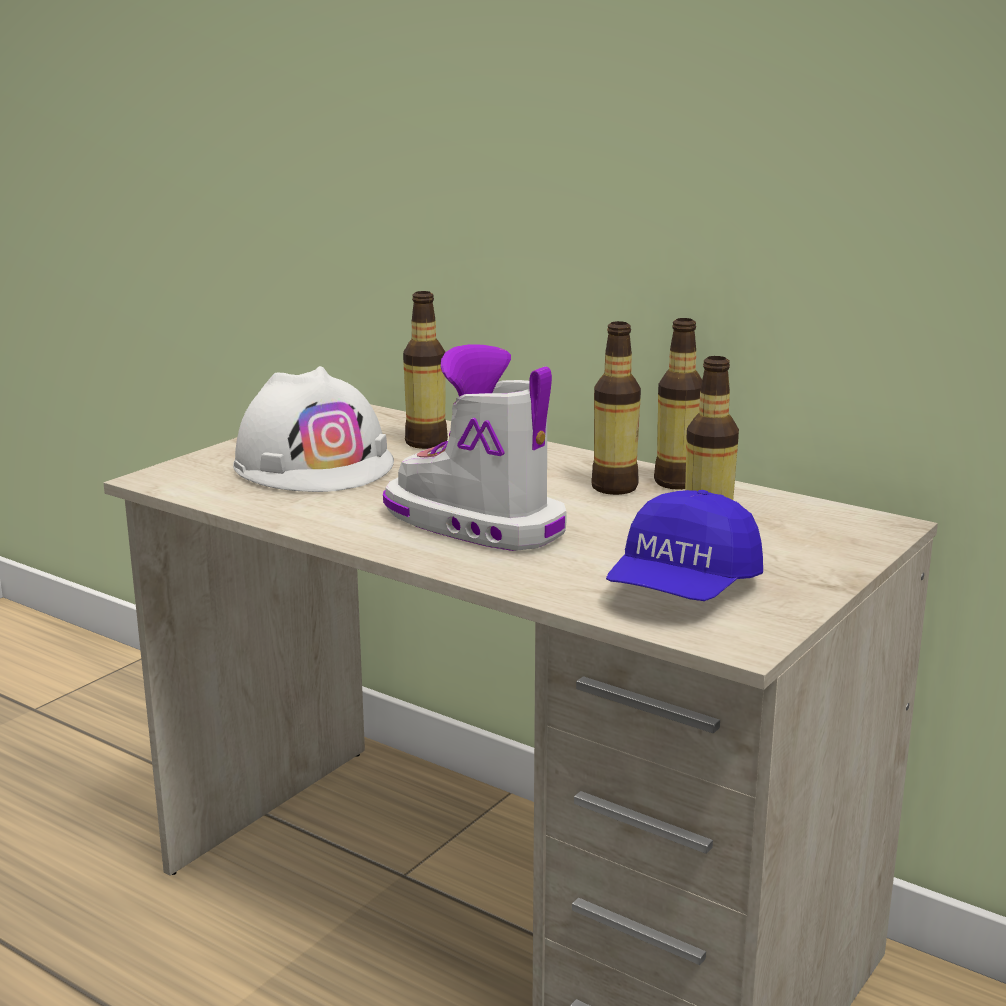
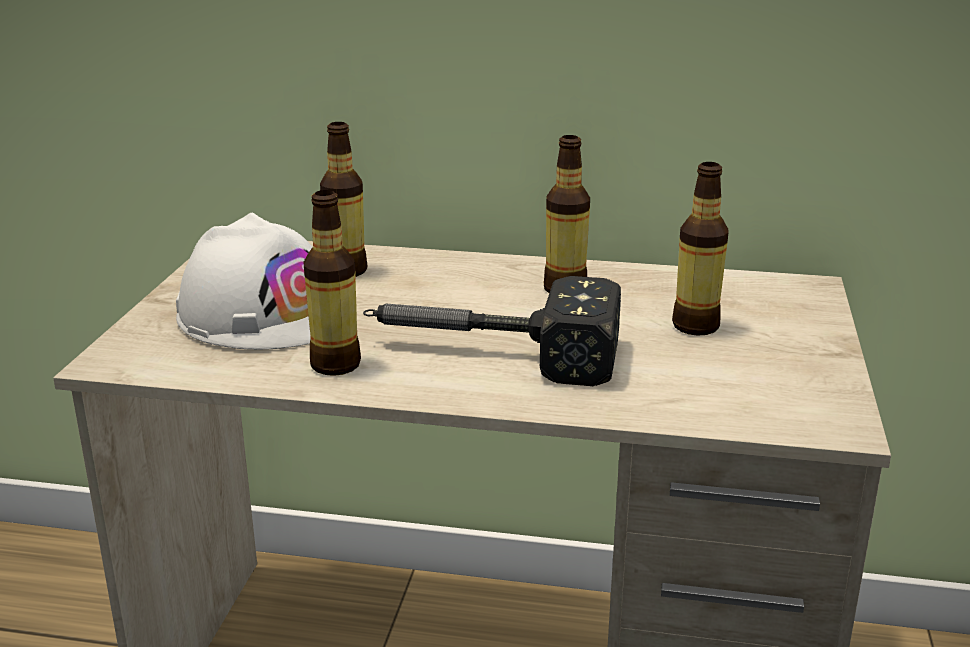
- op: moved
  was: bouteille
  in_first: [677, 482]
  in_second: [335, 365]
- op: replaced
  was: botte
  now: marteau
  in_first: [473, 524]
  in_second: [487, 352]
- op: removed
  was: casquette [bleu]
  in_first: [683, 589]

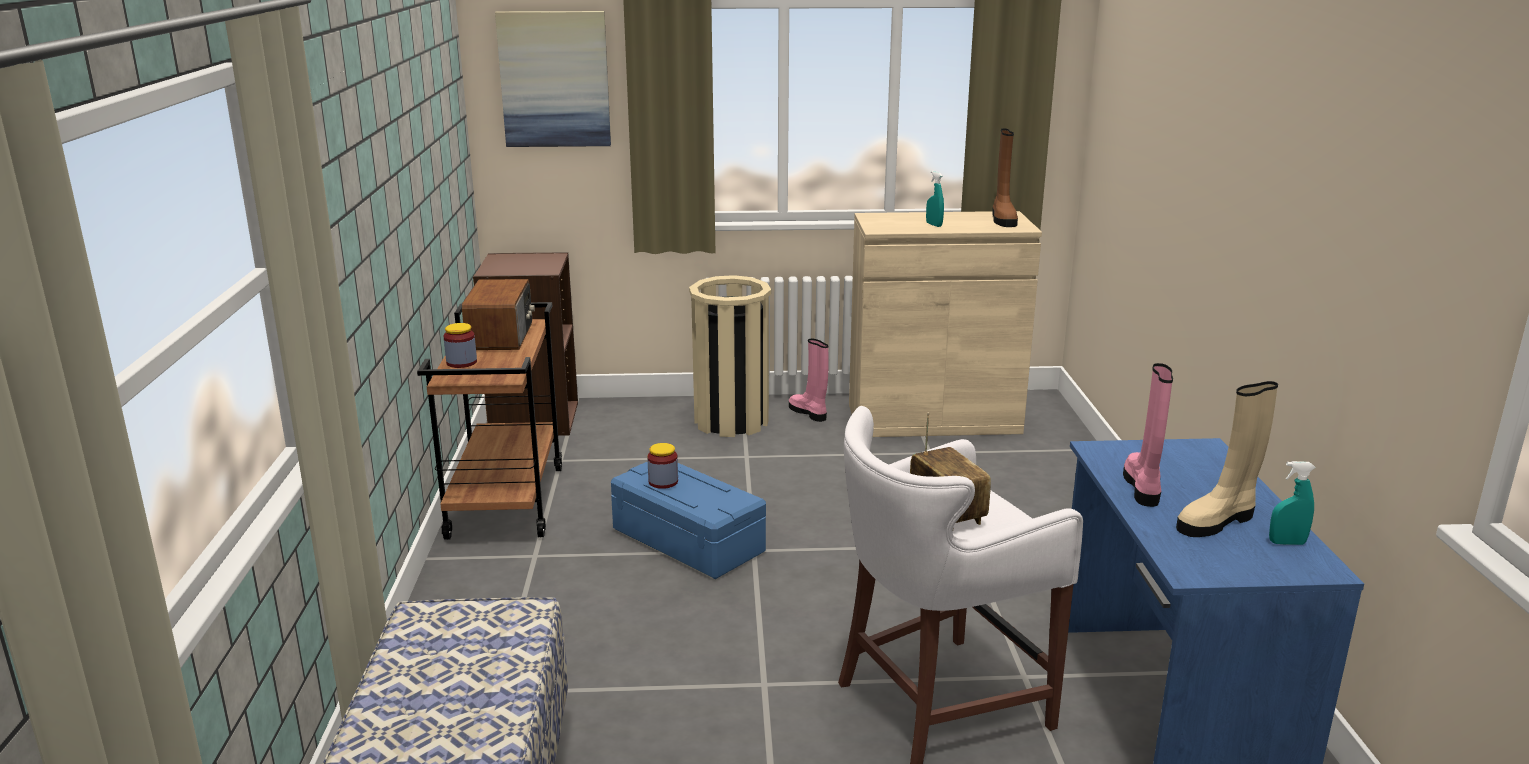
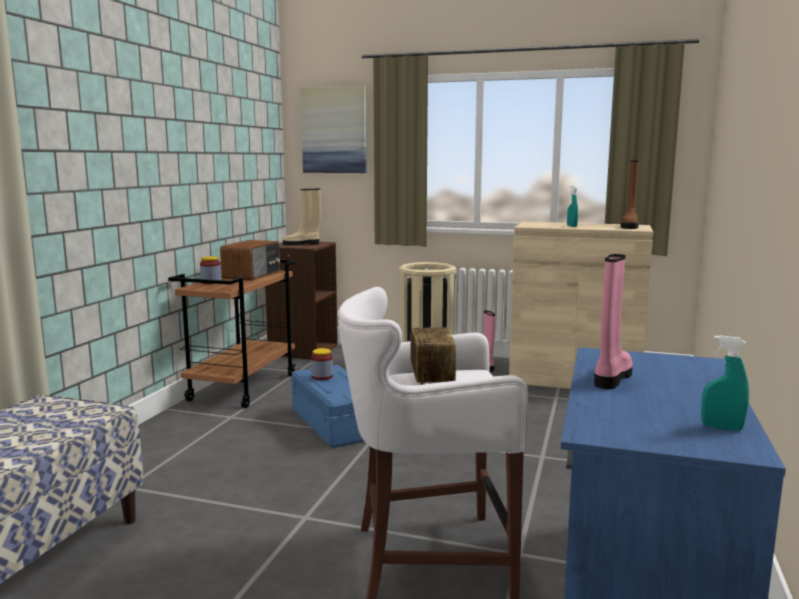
- op: moved
  was: botte [beige]
  in_first: [1217, 521]
  in_second: [302, 244]

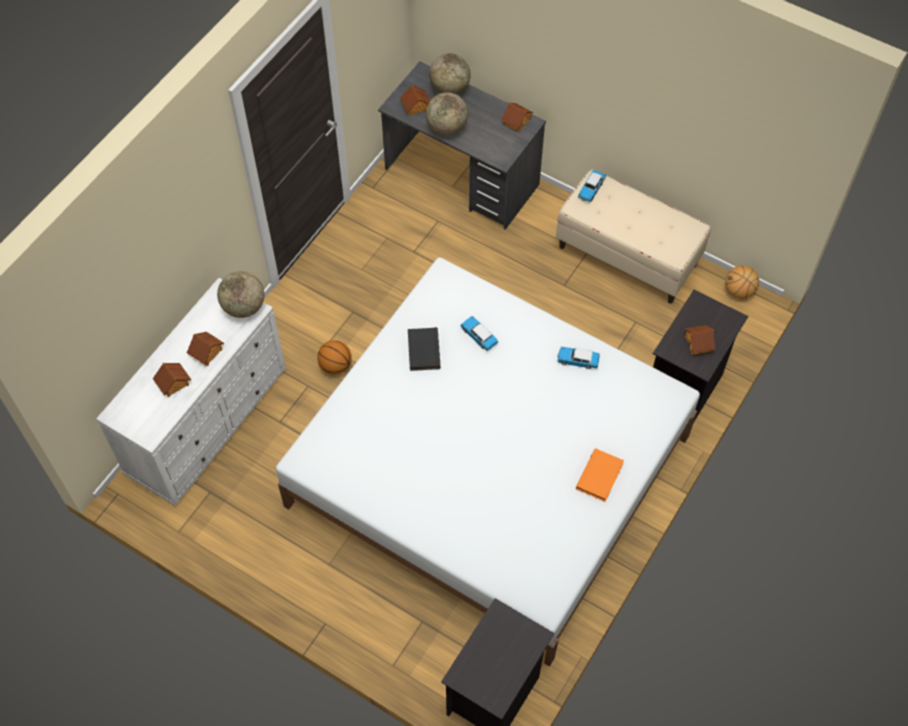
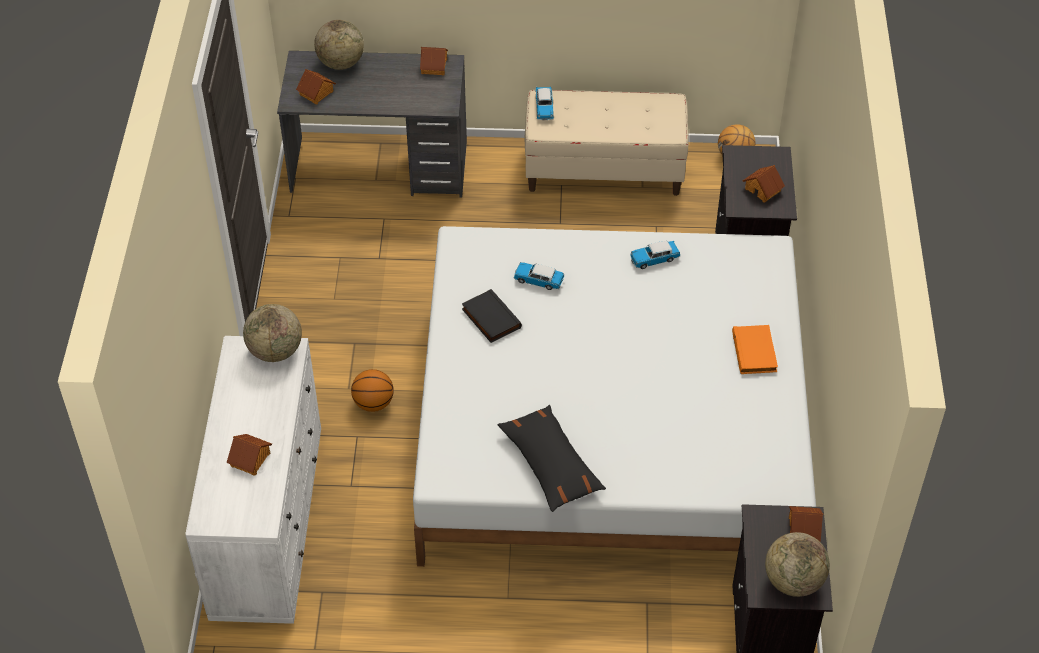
- op: moved
  was: globe
  in_first: [447, 127]
  in_second: [793, 581]
- op: moved
  was: maison miniature
  in_first: [206, 352]
  in_second: [804, 530]
- op: added
  now: coussin [noir]
  in_second: [550, 464]

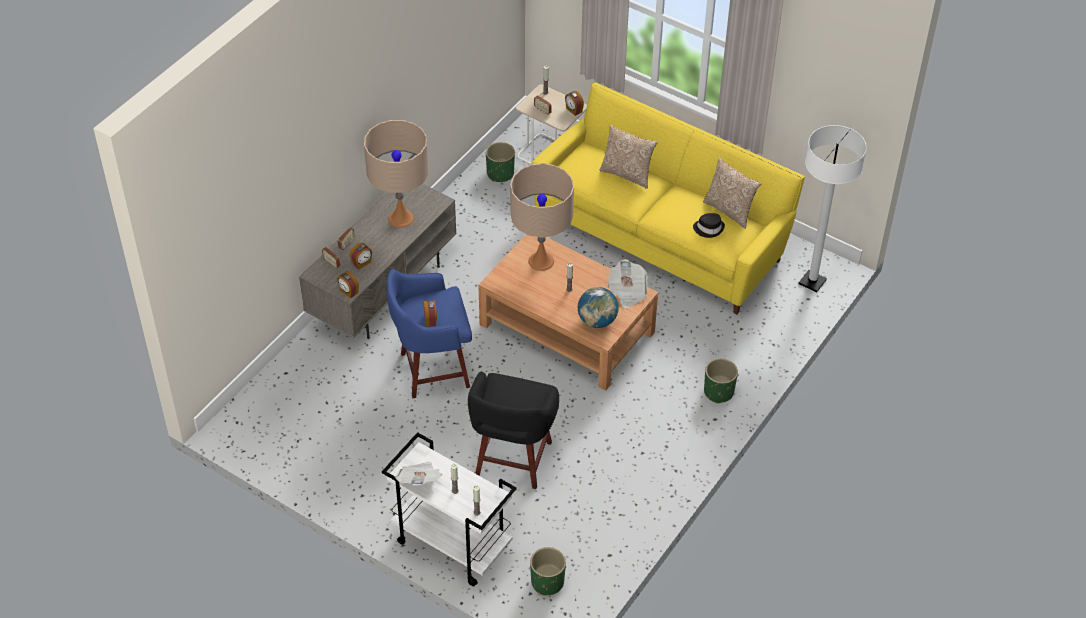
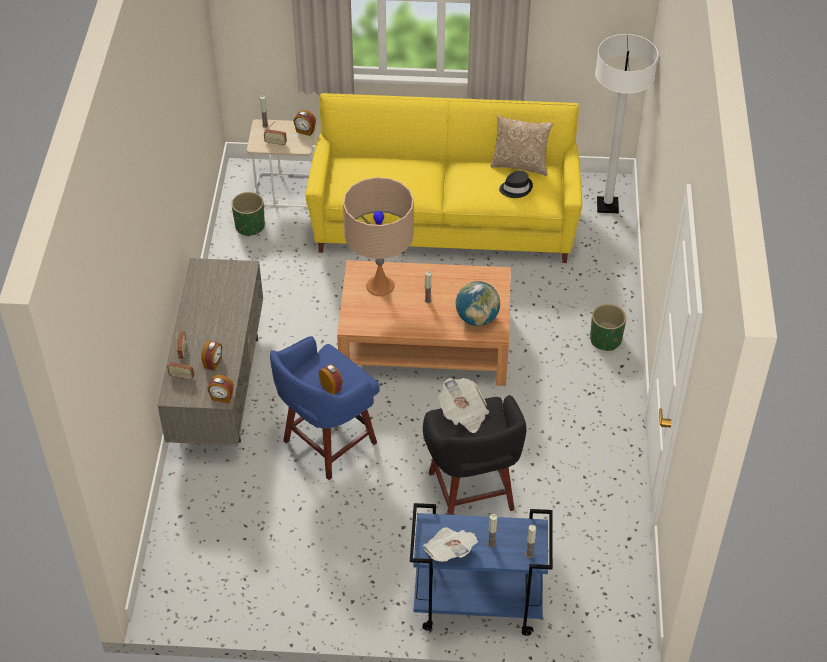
- op: removed
  was: lampe de table [beige]
  in_first: [401, 218]
- op: removed
  was: coussin
  in_first: [627, 174]
- op: moved
  was: journal
  in_first: [627, 292]
  in_second: [463, 413]
- op: recoloured
  was: chariot [blanc]
  now: chariot [bleu]
  in_first: [451, 544]
  in_second: [476, 605]
- op: removed
  was: cache-pot [vert]
  in_first: [547, 582]

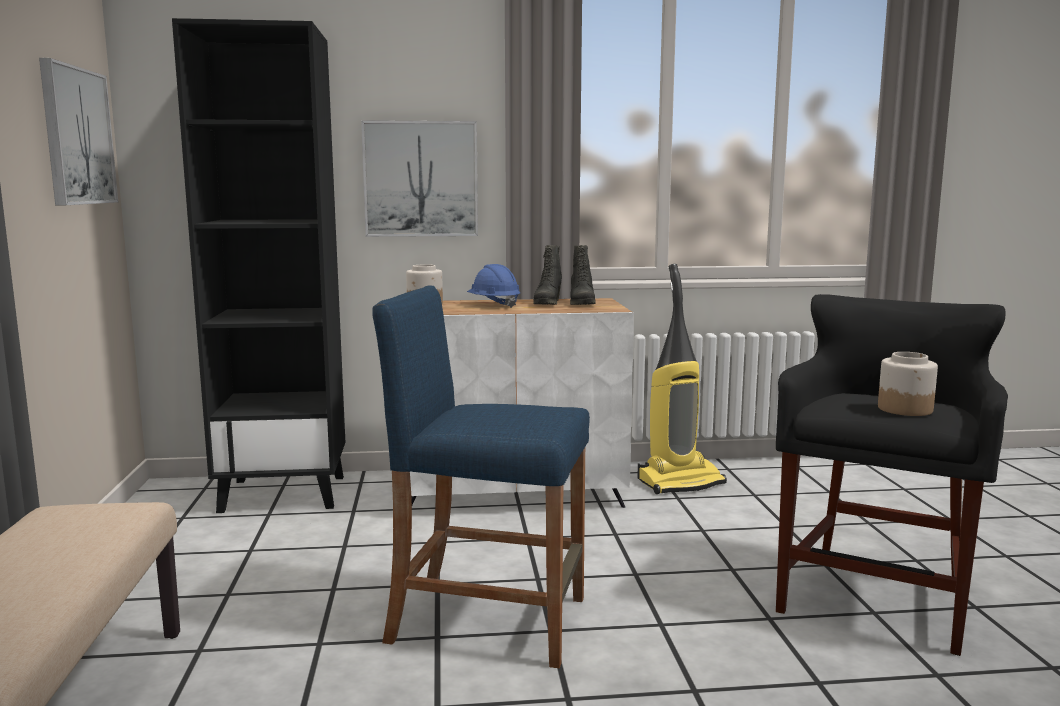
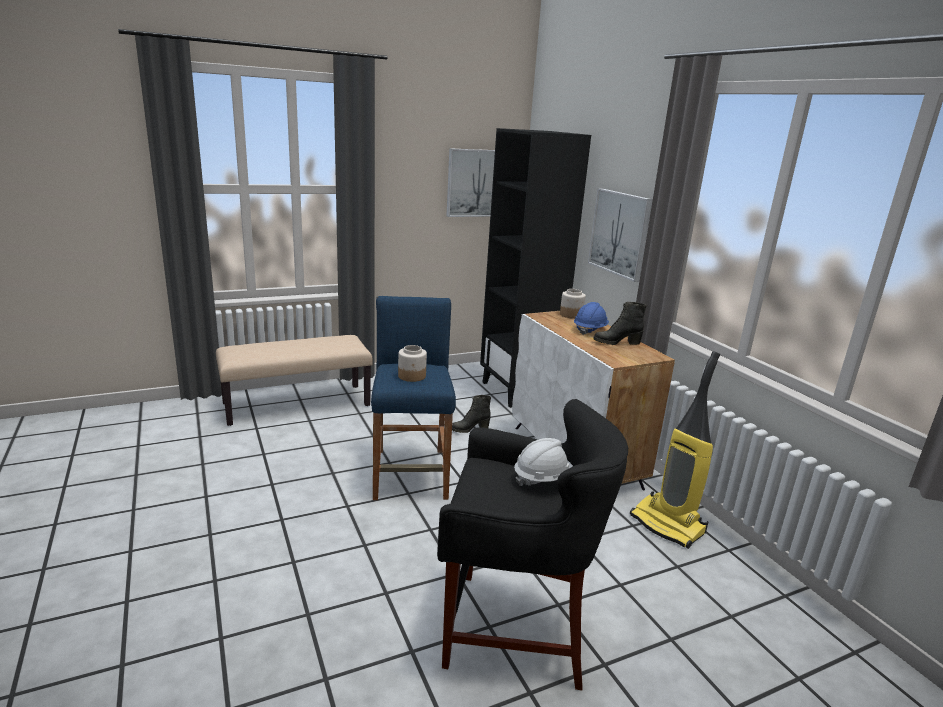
- op: moved
  was: botte [noir]
  in_first: [581, 303]
  in_second: [470, 429]
- op: moved
  was: bocal
  in_first: [905, 409]
  in_second: [412, 376]
- op: added
  now: casque de chantier [blanc]
  in_second: [543, 478]

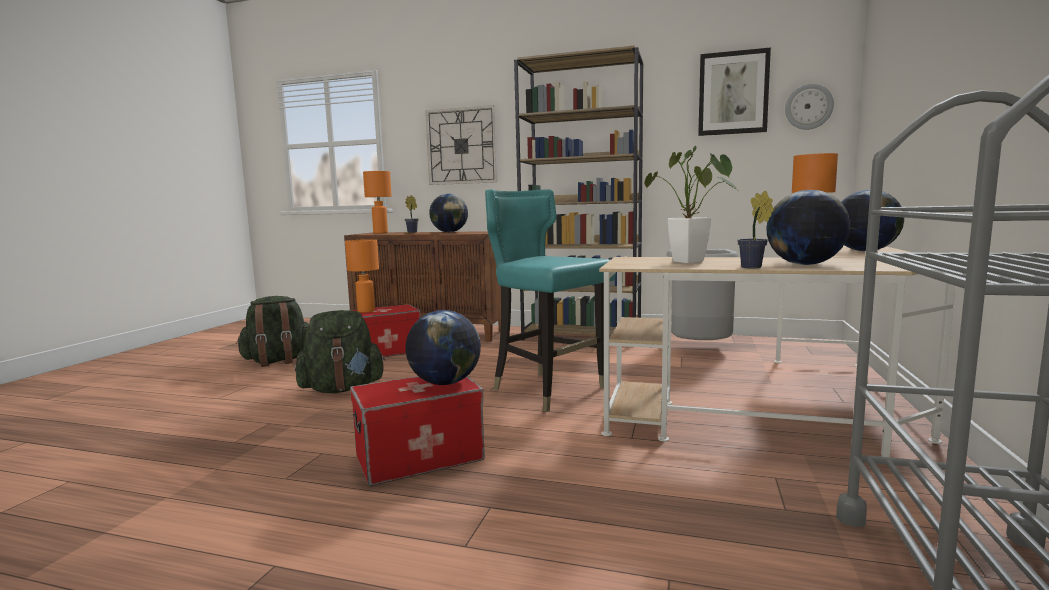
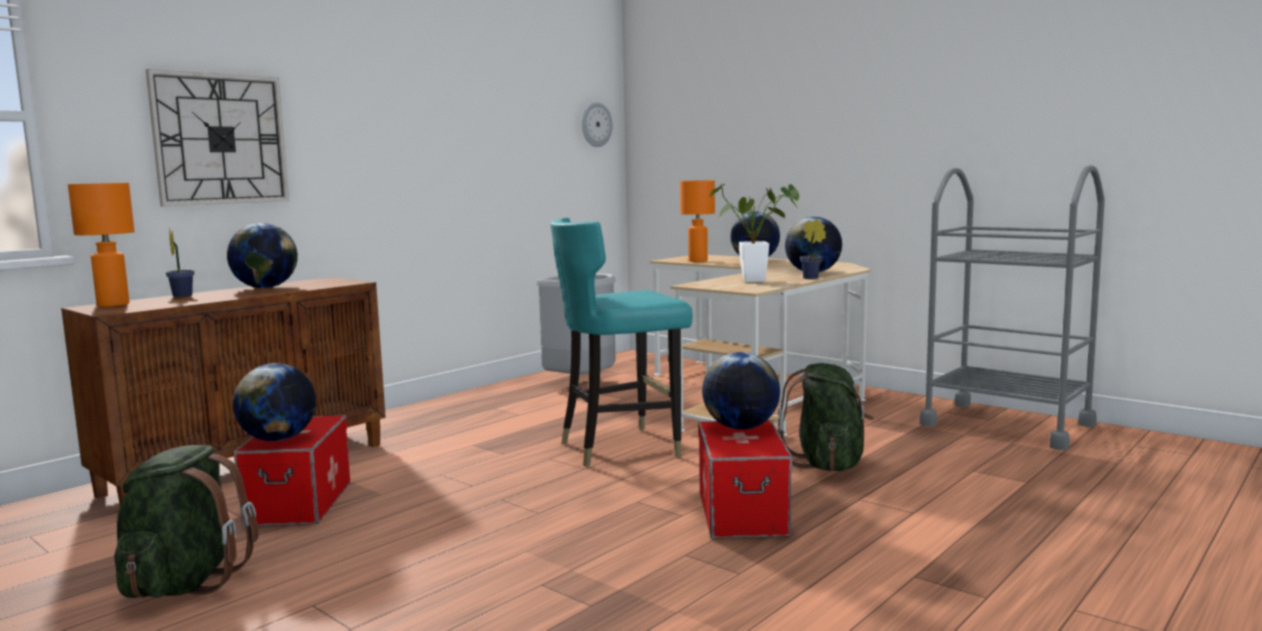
- op: removed
  was: bibliothèque [marron]
  in_first: [583, 336]
- op: removed
  was: tableau
  in_first: [733, 93]
- op: replaced
  was: lampe de table [orange]
  now: globe
  in_first: [366, 311]
  in_second: [278, 439]
- op: moved
  was: sac à dos [vert]
  in_first: [342, 389]
  in_second: [827, 464]

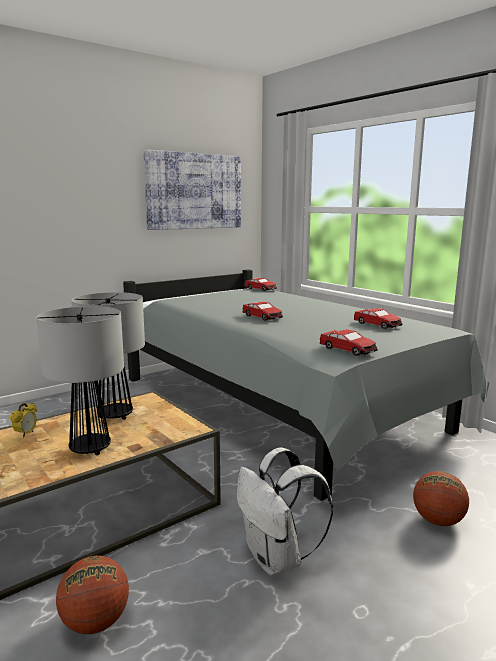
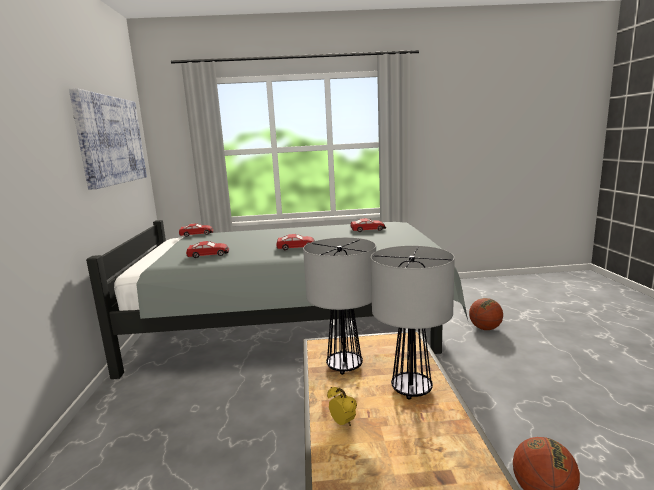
- op: moved
  was: petite voiture
  in_first: [348, 349]
  in_second: [209, 255]
- op: removed
  was: sac à dos [blanc]
  in_first: [277, 559]

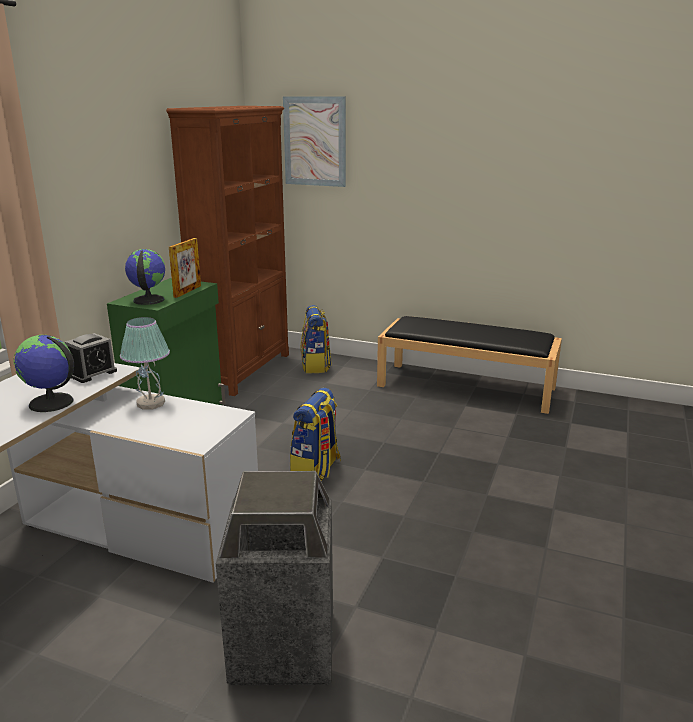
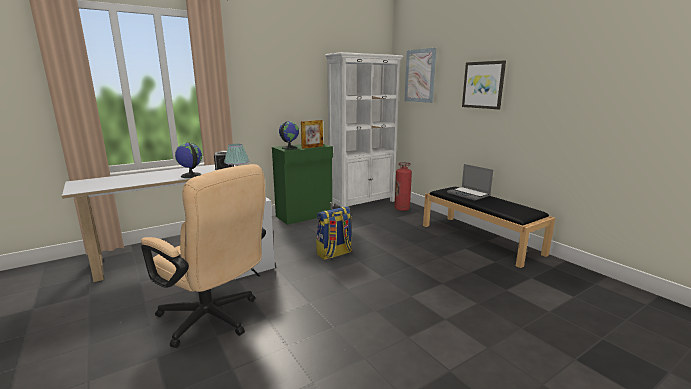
- op: recoloured
  was: bibliothèque [marron]
  now: bibliothèque [blanc]
  in_first: [245, 370]
  in_second: [363, 203]
- op: replaced
  was: sac à dos
  now: extincteur
  in_first: [316, 366]
  in_second: [402, 209]
- op: replaced
  was: poubelle
  now: chaise de bureau [beige]
  in_first: [284, 647]
  in_second: [214, 320]
- op: added
  now: tableau
  in_second: [483, 85]
- op: added
  now: ordinateur portable
  in_second: [469, 194]

